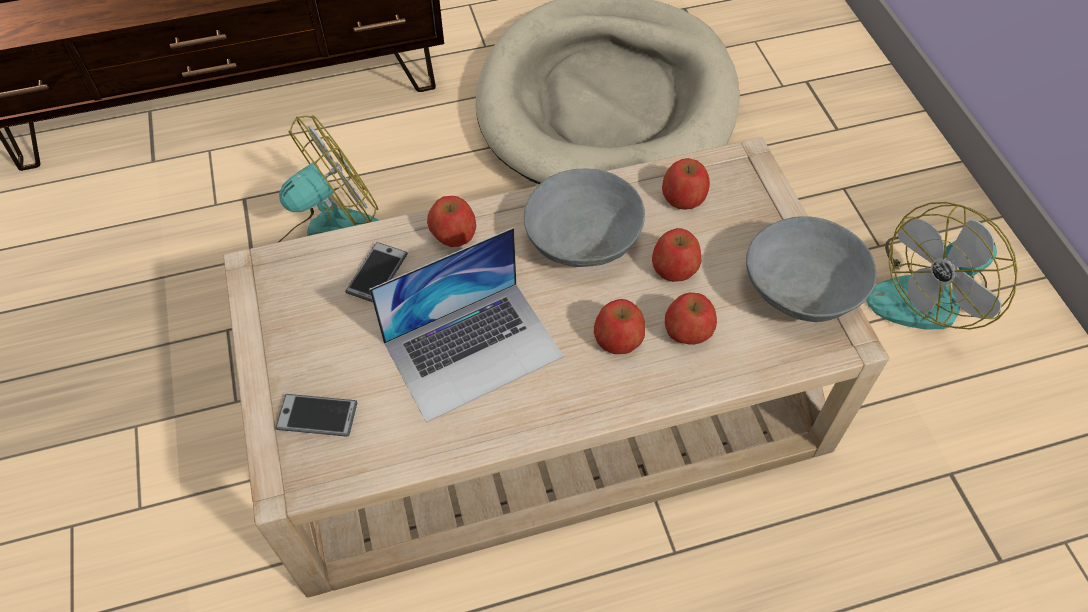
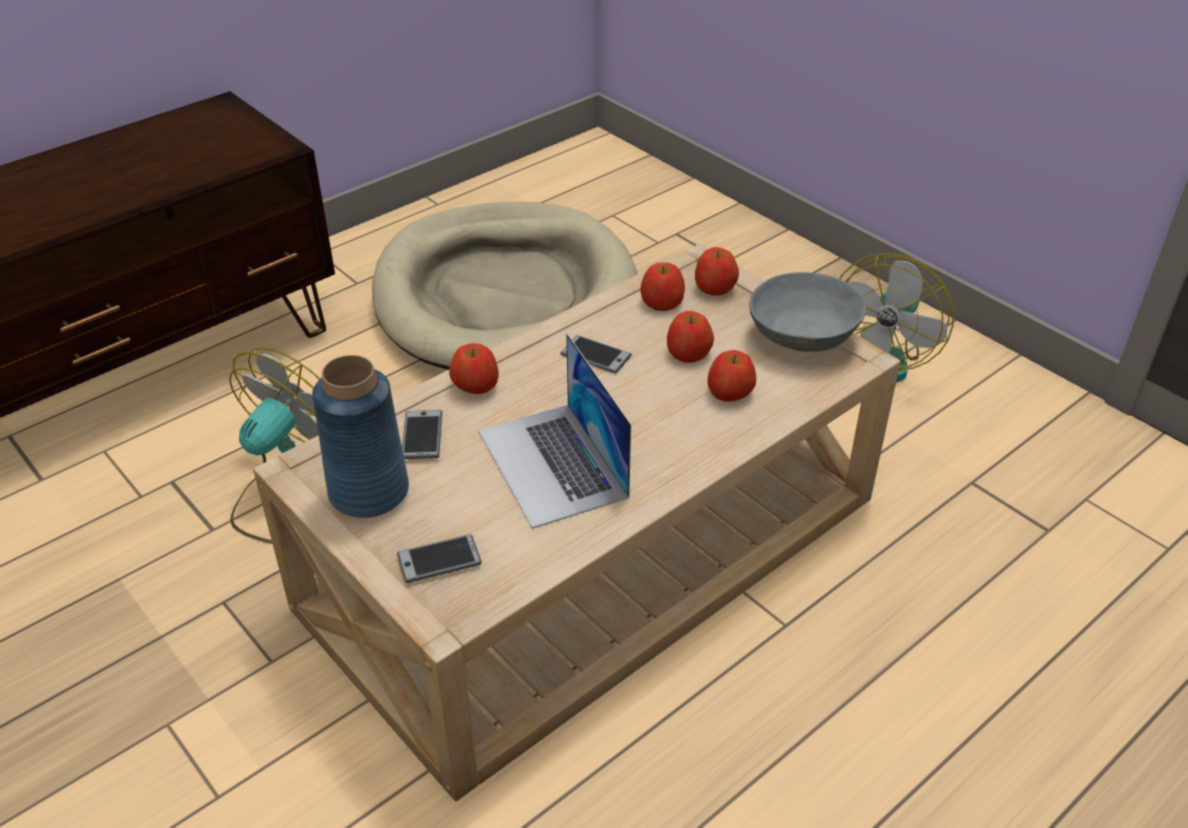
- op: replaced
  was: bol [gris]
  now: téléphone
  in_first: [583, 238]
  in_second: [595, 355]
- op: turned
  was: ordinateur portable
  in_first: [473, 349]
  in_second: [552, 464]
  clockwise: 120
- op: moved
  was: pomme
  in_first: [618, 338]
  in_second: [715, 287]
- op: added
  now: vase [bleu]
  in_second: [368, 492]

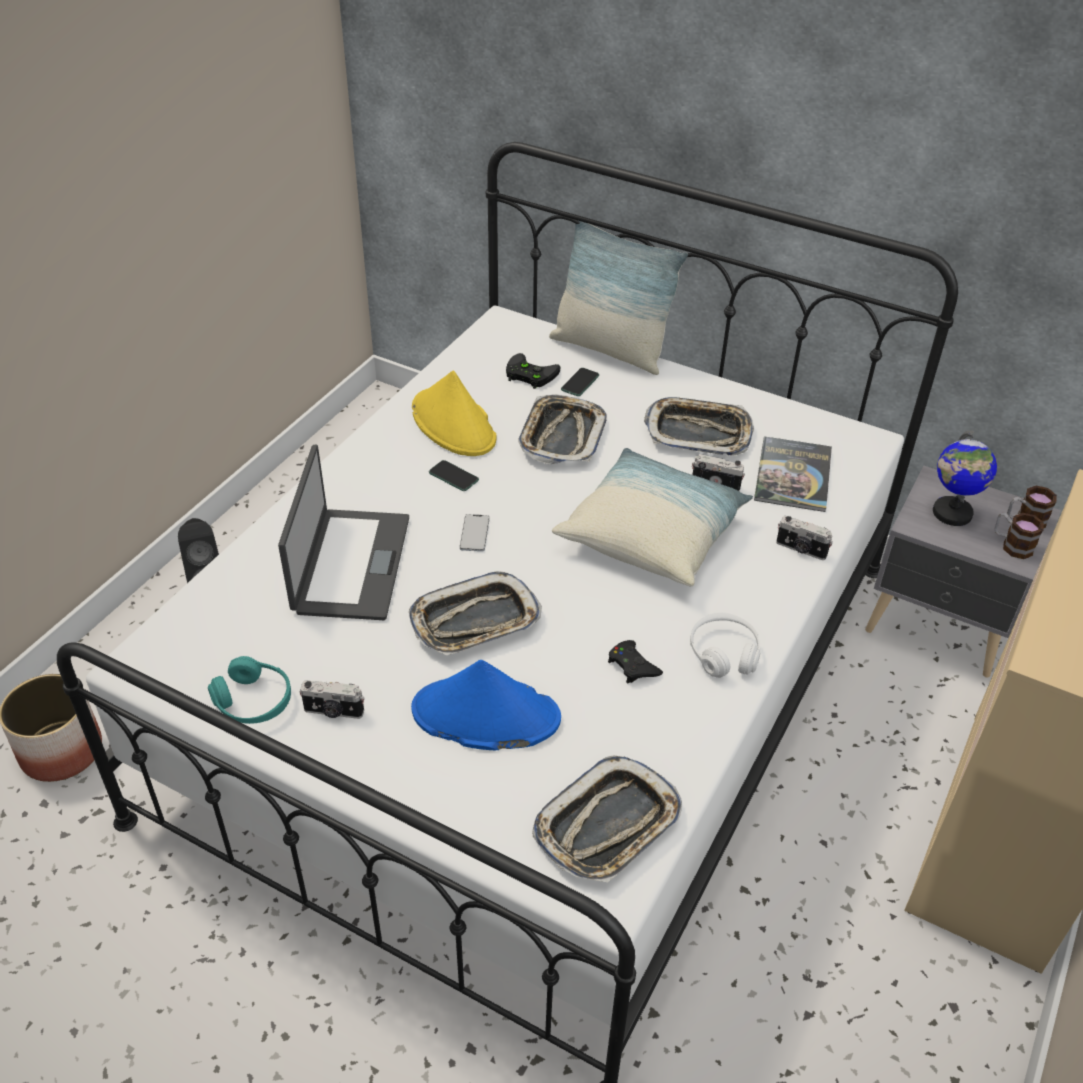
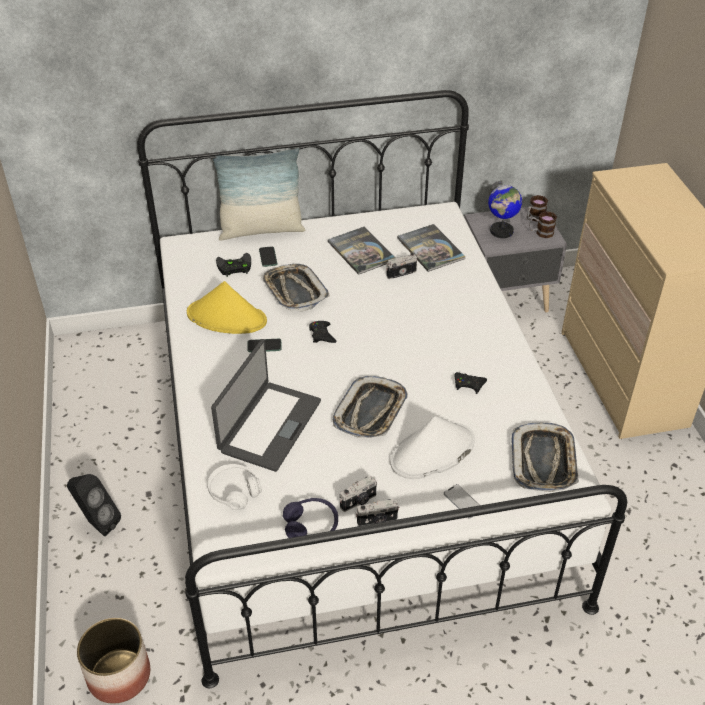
- op: replaced
  was: plateau
  now: livre
  in_first: [698, 432]
  in_second: [361, 251]
- op: turned
  was: ordinateur portable
  in_first: [350, 564]
  in_second: [269, 425]
  clockwise: 60
- op: removed
  was: coussin
  in_first: [652, 534]
- op: moved
  was: téléphone
  in_first: [474, 534]
  in_second: [463, 502]
- op: moved
  was: appareil photo
  in_first: [801, 550]
  in_second: [377, 521]
- op: moved
  was: casque audio [blanc]
  in_first: [723, 653]
  in_second: [234, 492]
- op: recoloured
  was: casque audio [turquoise]
  now: casque audio [violet]
  in_first: [253, 701]
  in_second: [311, 526]
- op: recoloured
  was: chapeau [bleu]
  now: chapeau [blanc]
  in_first: [485, 715]
  in_second: [432, 452]
- op: added
  now: manette [noir]
  in_second: [322, 335]

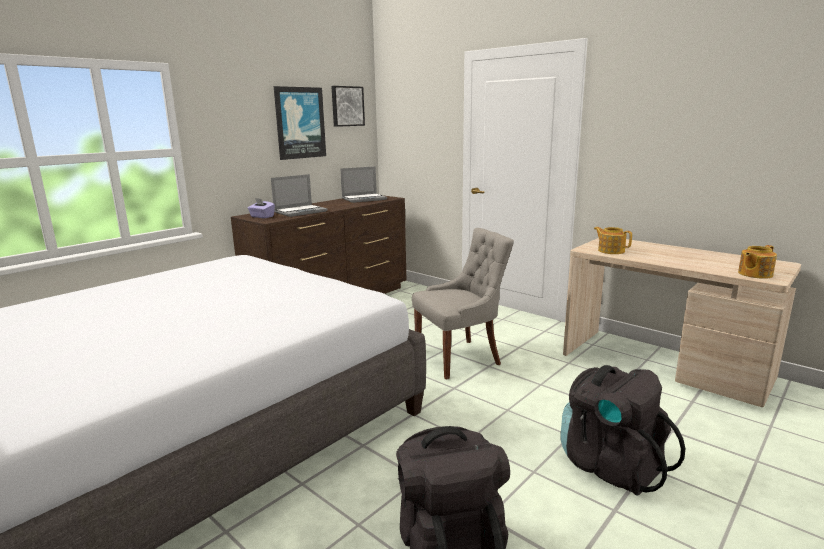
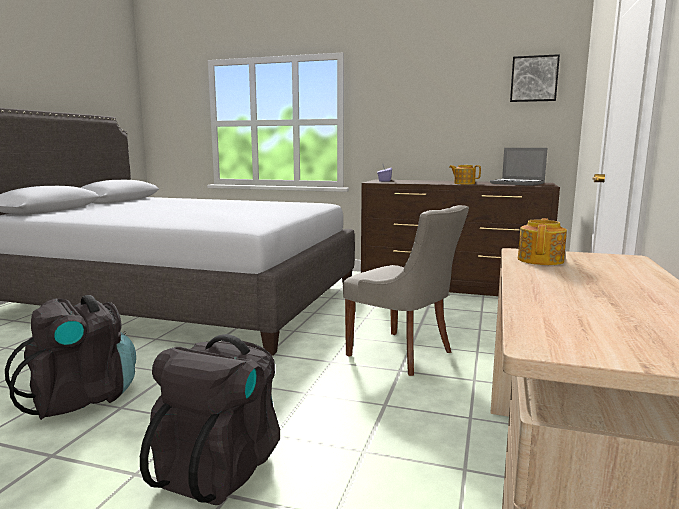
- op: removed
  was: tableau
  in_first: [300, 123]
- op: removed
  was: ordinateur portable
  in_first: [300, 212]
- op: moved
  was: théière
  in_first: [754, 274]
  in_second: [464, 183]

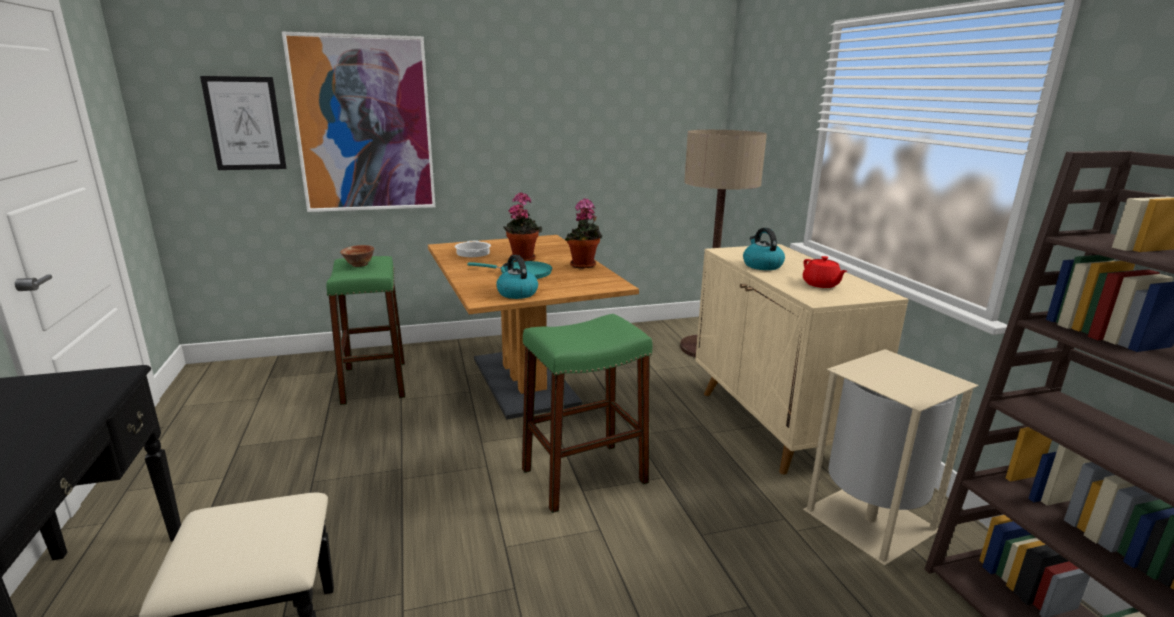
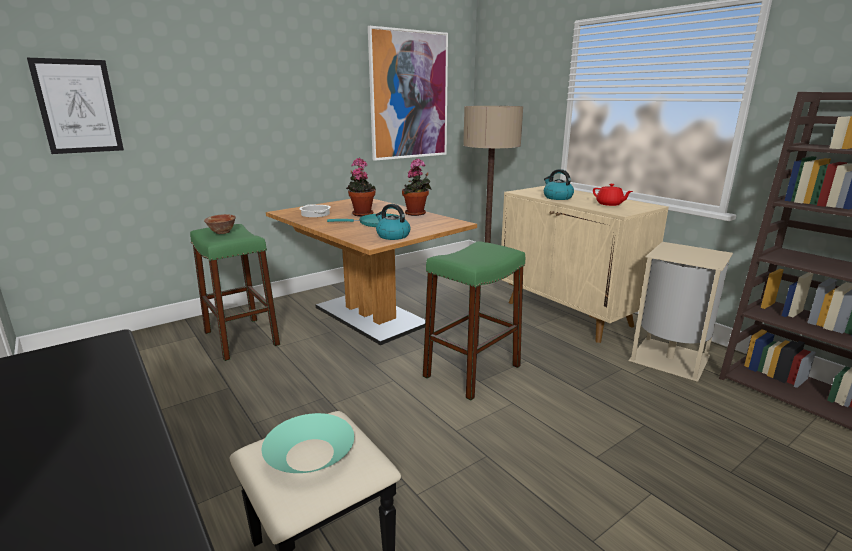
- op: moved
  was: tableau
  in_first: [364, 125]
  in_second: [409, 96]
- op: added
  now: bol [turquoise]
  in_second: [310, 454]

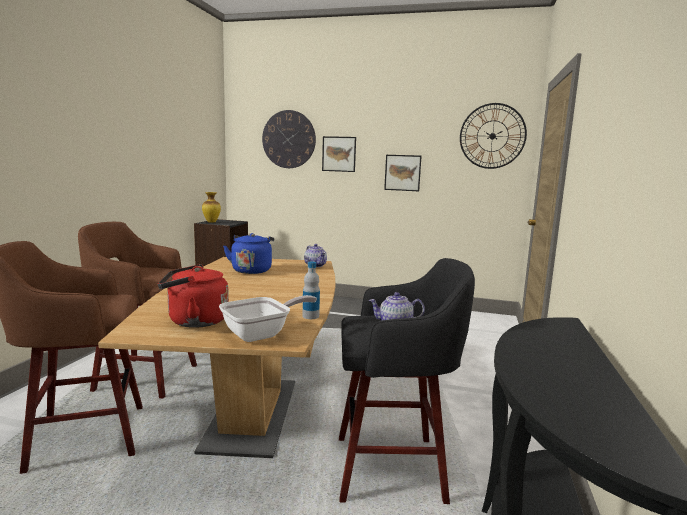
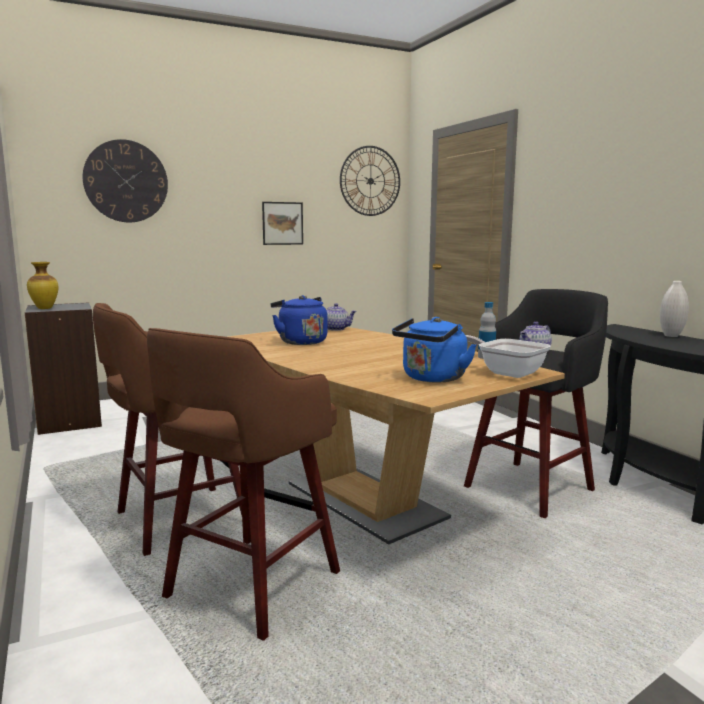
- op: removed
  was: tableau
  in_first: [339, 154]
- op: recoloured
  was: bouilloire [rouge]
  now: bouilloire [bleu]
  in_first: [194, 321]
  in_second: [432, 379]
- op: turned
  was: poêle
  in_first: [262, 334]
  in_second: [506, 372]
  clockwise: -60
- op: added
  now: vase [blanc]
  in_second: [671, 336]

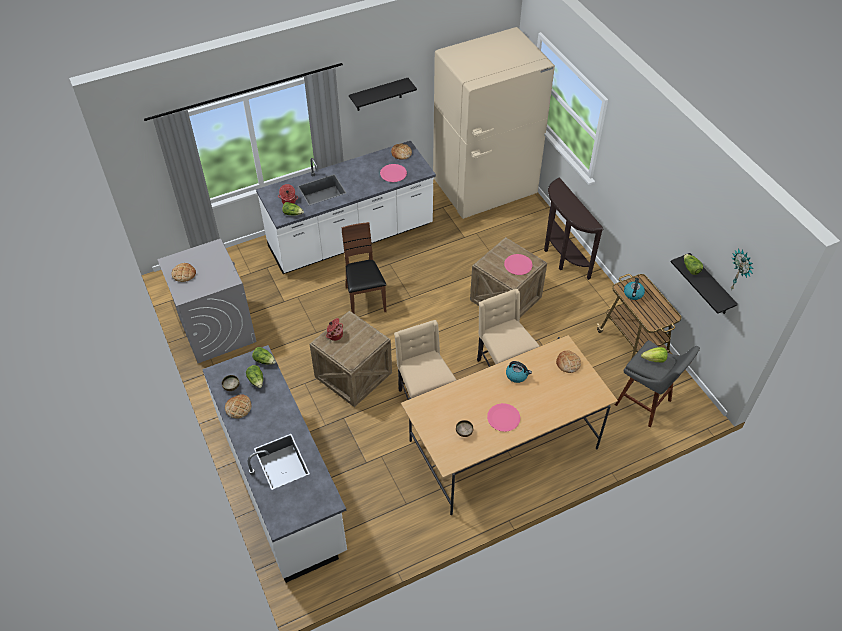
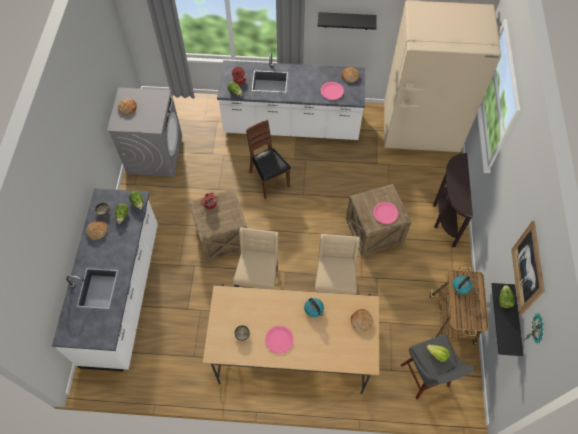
- op: turned
  was: chaise [marron]
  in_first: [364, 300]
  in_second: [269, 180]
  clockwise: -45
- op: added
  now: tableau
  in_second: [528, 268]

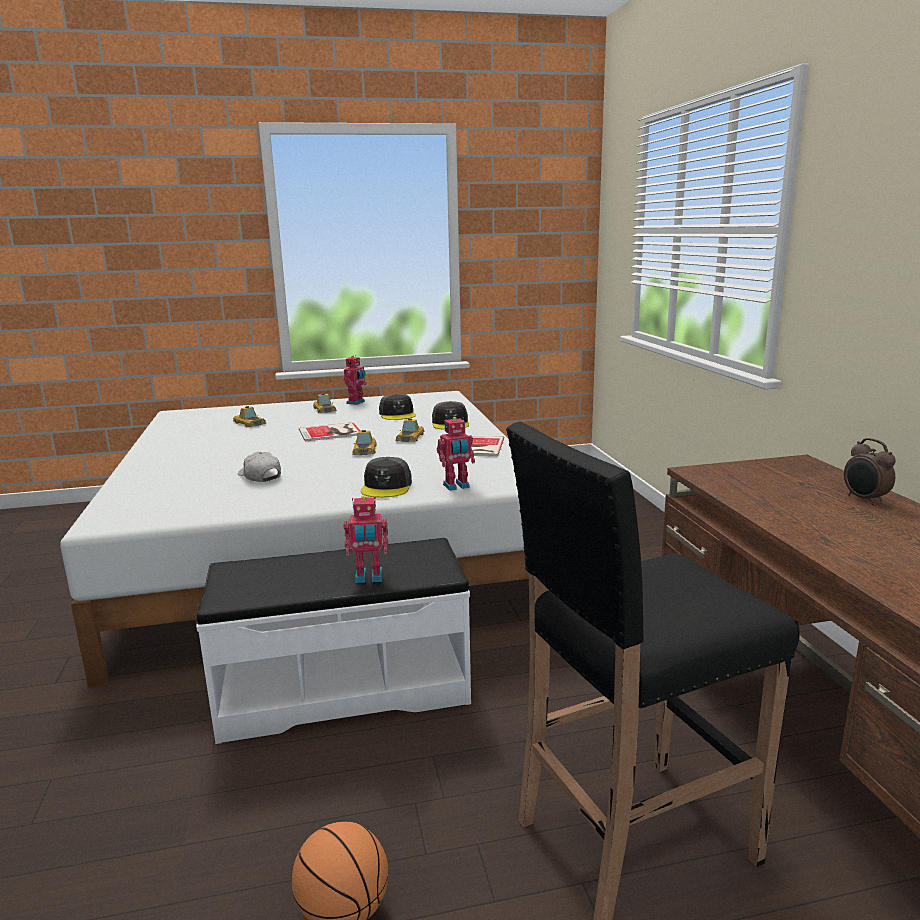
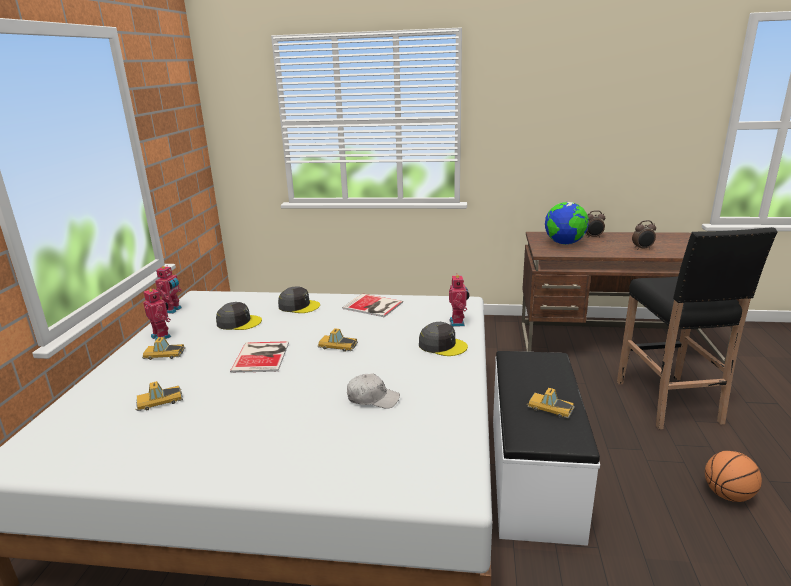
- op: moved
  was: petite voiture
  in_first: [410, 437]
  in_second: [550, 408]
- op: turned
  was: casquette [blanc]
  in_first: [260, 476]
  in_second: [372, 398]
  clockwise: -150
- op: moved
  was: robot jouet
  in_first: [369, 578]
  in_second: [173, 310]
- op: added
  now: globe
  in_second: [564, 243]
- op: added
  now: réveil
  in_second: [642, 249]

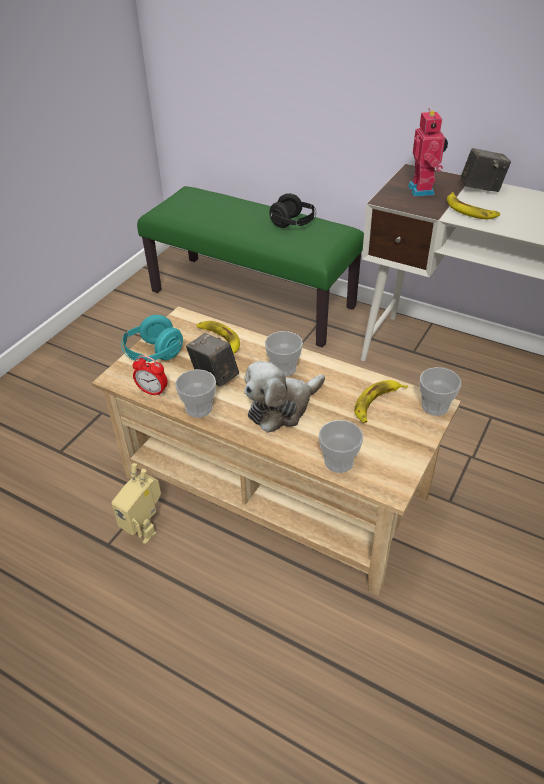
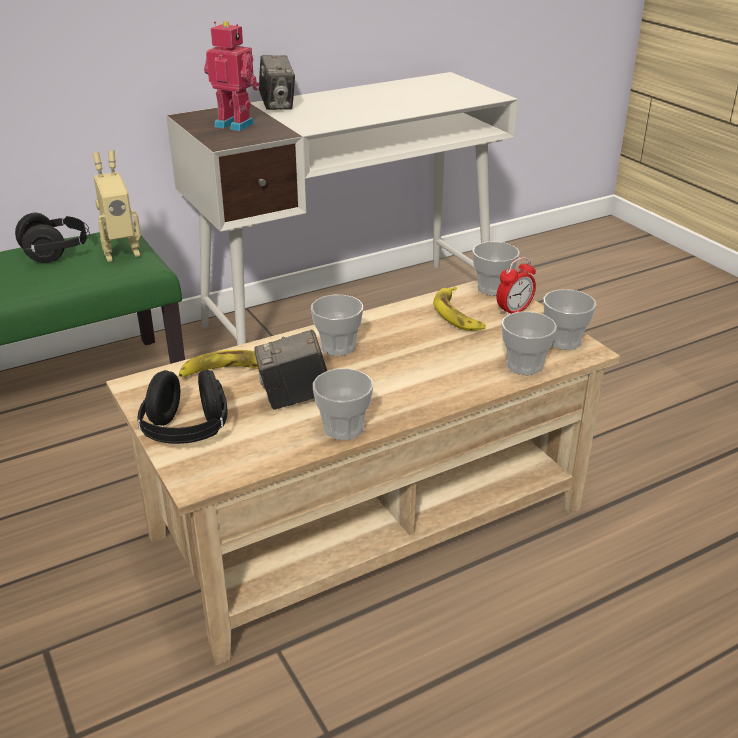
- op: turned
  was: appareil photo
  in_first: [481, 188]
  in_second: [277, 105]
  clockwise: 135
- op: removed
  was: banane
  in_first: [470, 210]
- op: recoloured
  was: casque audio [turquoise]
  now: casque audio [noir]
  in_first: [153, 354]
  in_second: [187, 432]
- op: moved
  was: réveil
  in_first: [152, 391]
  in_second: [514, 311]
- op: removed
  was: peluche
  in_first: [282, 407]
- op: moved
  was: robot jouet
  in_first: [144, 528]
  in_second: [120, 252]
- op: added
  now: tasse
  in_second: [564, 341]

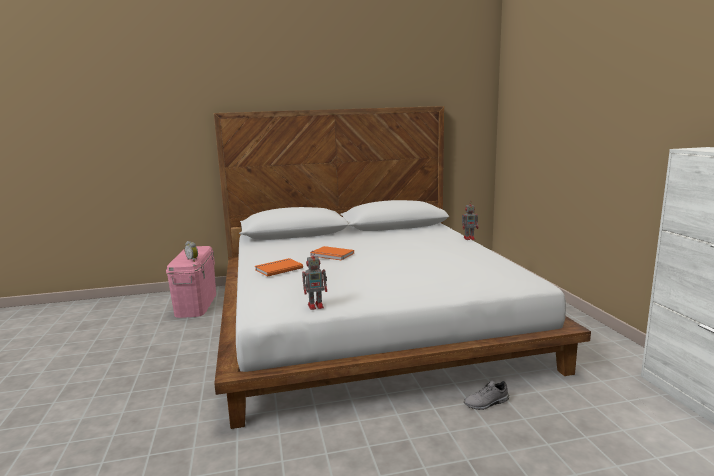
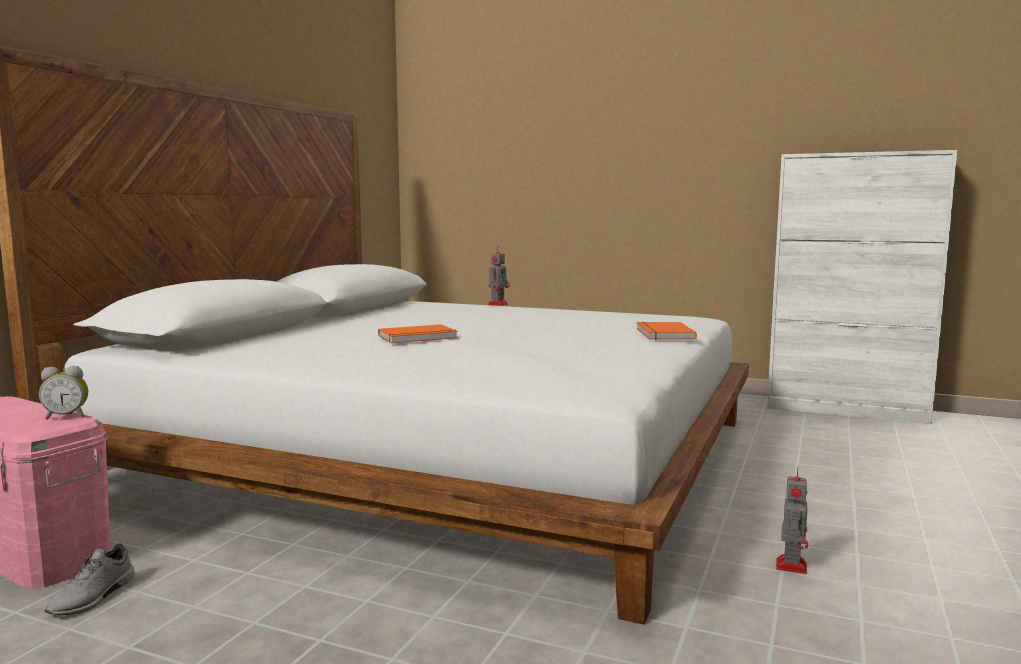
- op: moved
  was: robot jouet
  in_first: [316, 306]
  in_second: [791, 565]
- op: moved
  was: livre [orange]
  in_first: [278, 269]
  in_second: [663, 334]
- op: moved
  was: chaussure [gris]
  in_first: [486, 403]
  in_second: [94, 597]

